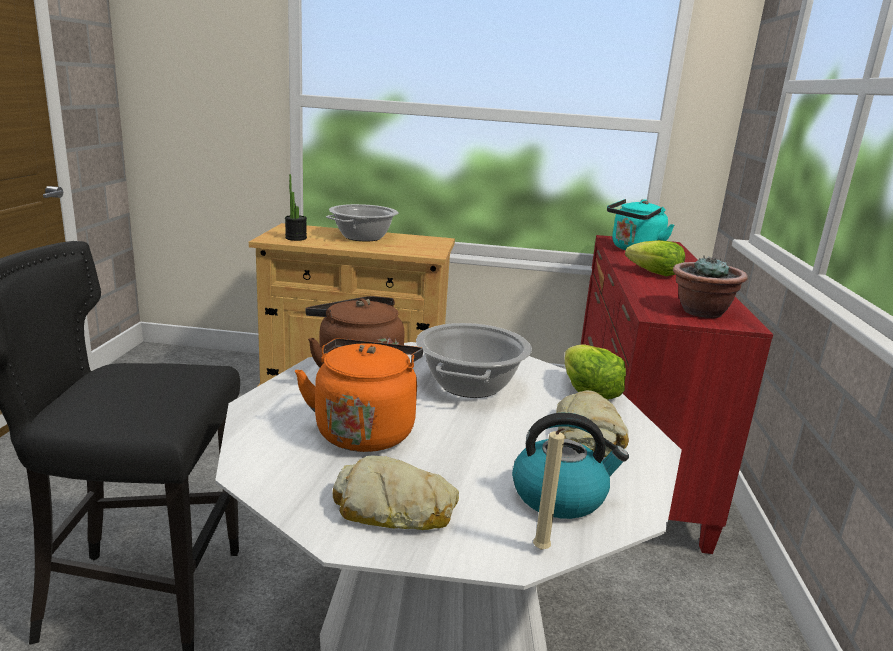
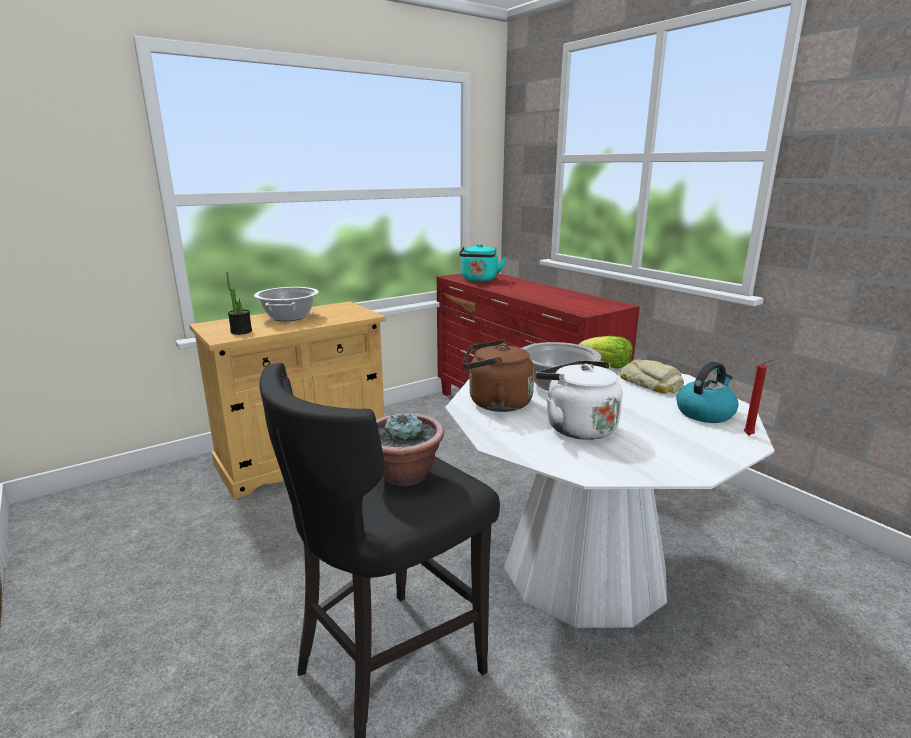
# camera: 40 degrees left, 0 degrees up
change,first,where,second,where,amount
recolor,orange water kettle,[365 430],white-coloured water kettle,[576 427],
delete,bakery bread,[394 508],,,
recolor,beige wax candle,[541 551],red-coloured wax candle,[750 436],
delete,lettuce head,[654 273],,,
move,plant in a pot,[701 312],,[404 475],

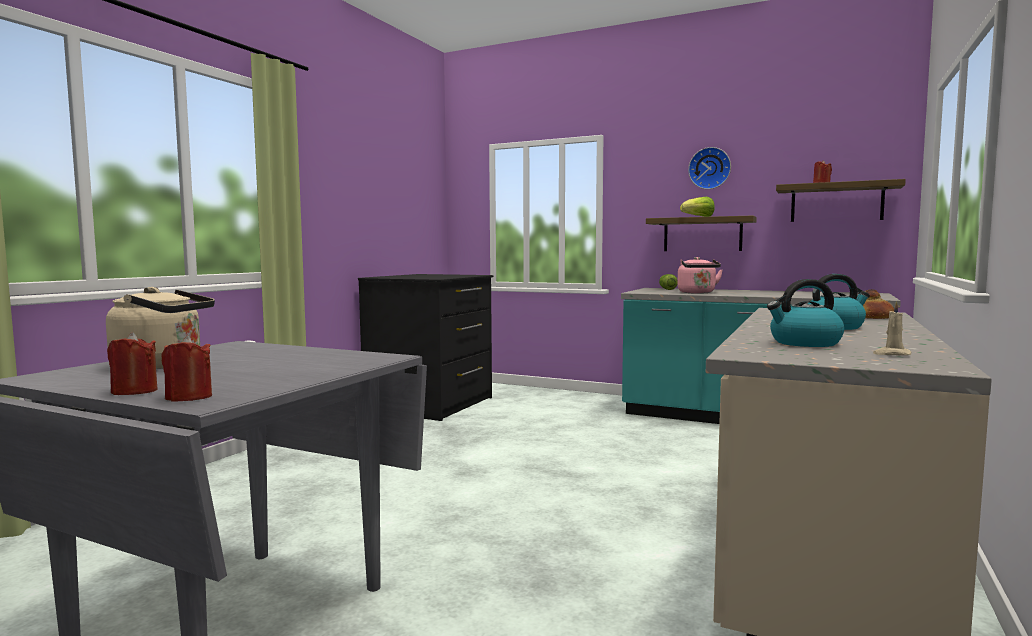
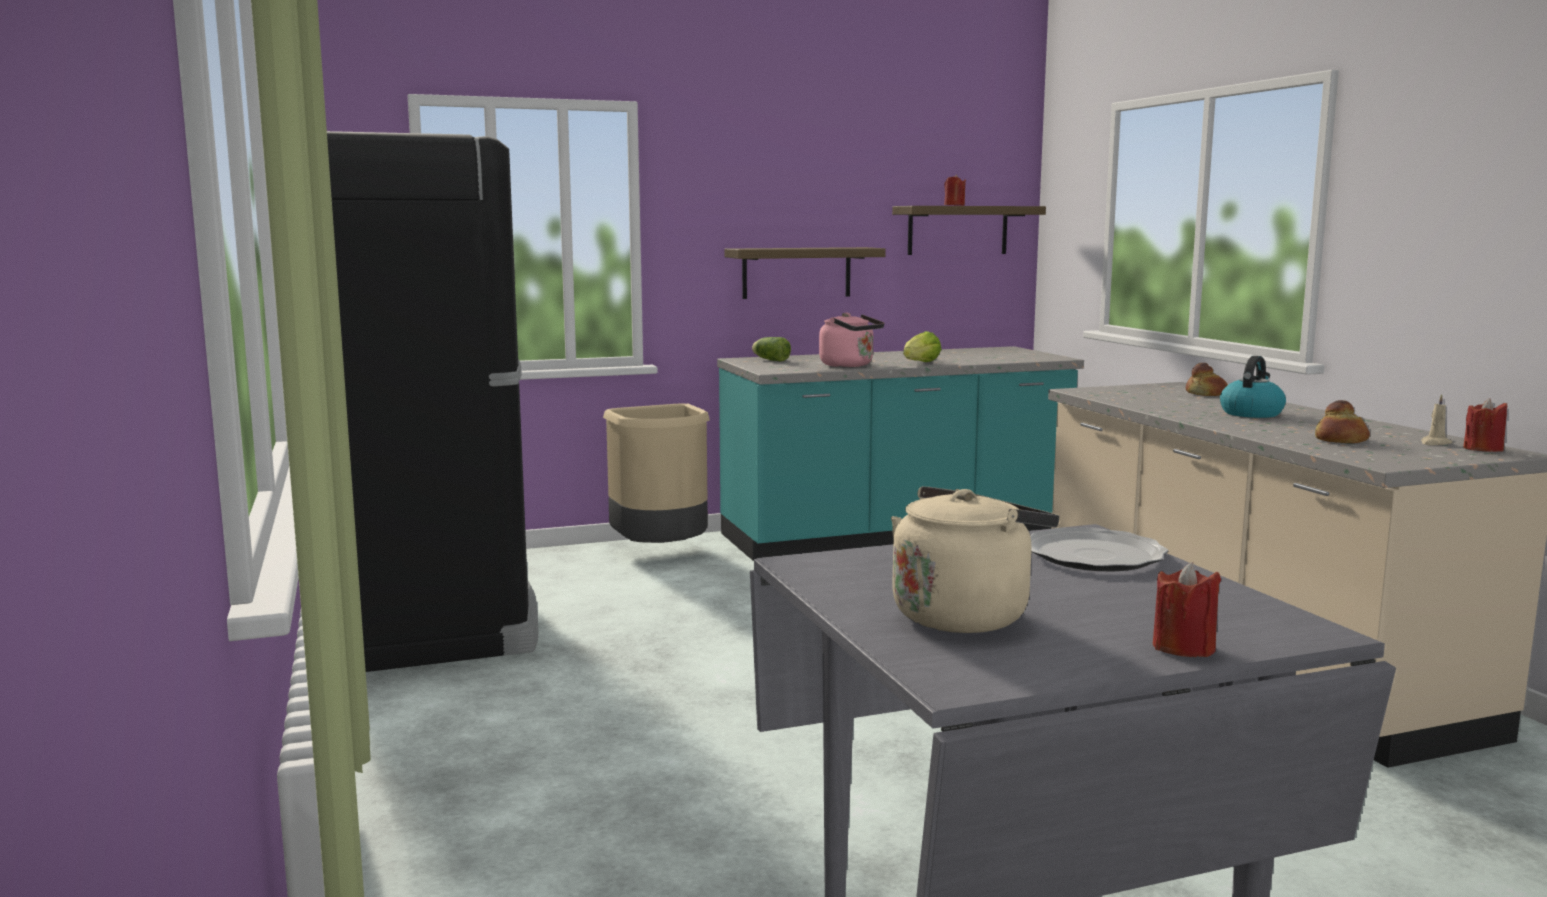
# camera: 45 degrees left, 5 degrees up
change,first,where,second,where,amount
move,red-coloured wax candle,[189 397],,[1483 449],
replace,blackish dresser,[431 404],blackish refrigerator,[436 619],
move,lettuce head,[698 217],,[921 363],
delete,wall clock,[710 168],,,
replace,water kettle,[804 343],bakery bread,[1341 440],
insert,,,beige rubbish bin,[661 554],
insert,,,flat dish,[1094 555],

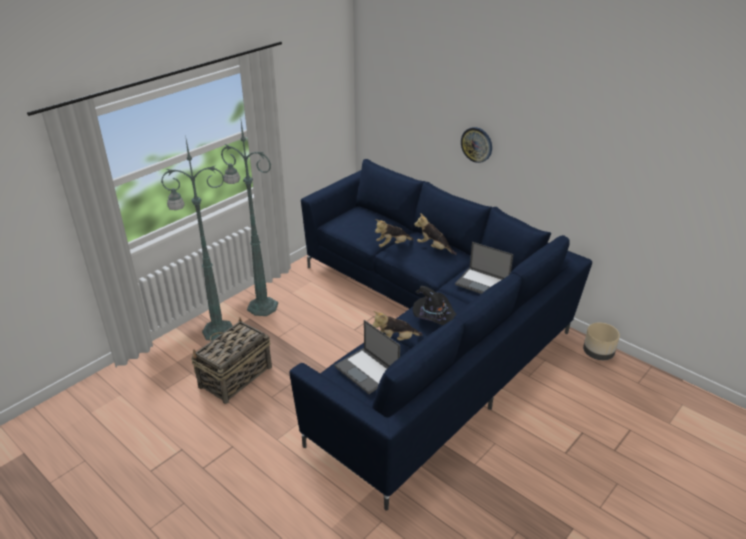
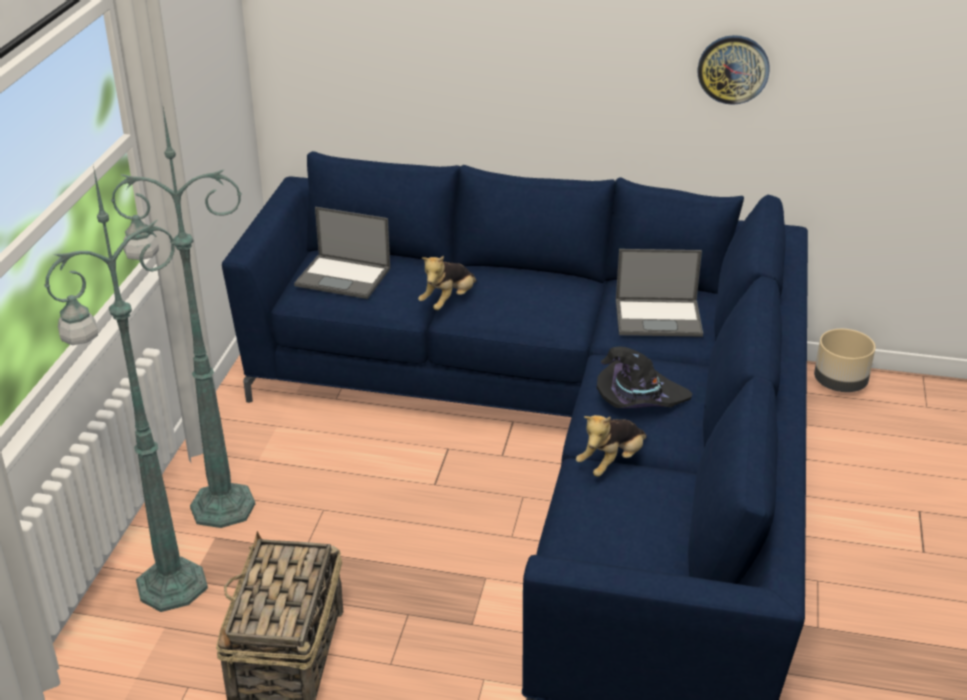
# camera: 30 degrees left, 0 degrees up
change,first,where,second,where,amount
move,portable computer,[367 371],,[344 277],
delete,soft toy,[434 248],,,
move,wall clock,[477 144],,[733 69],

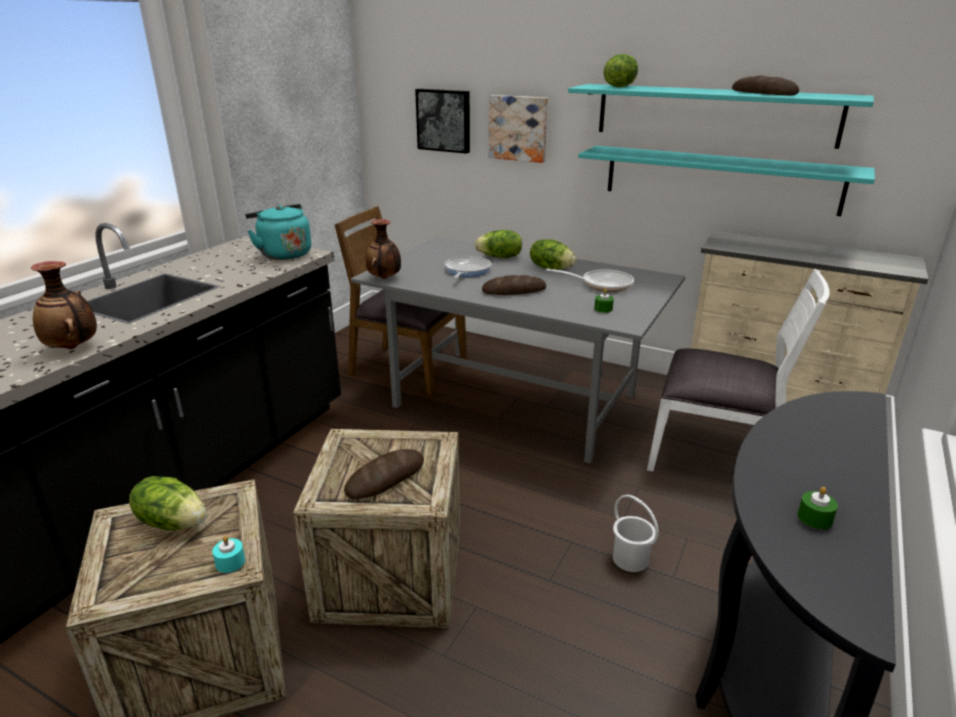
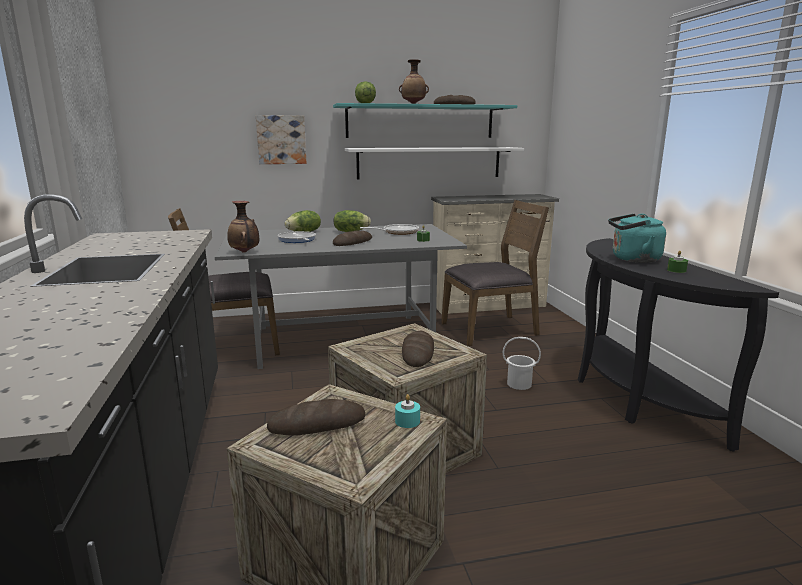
# camera: 40 degrees left, 10 degrees down
change,first,where,second,where,amount
move,decorative vase,[73 348],,[413 104],
replace,lettuce head,[173 522],bakery bread,[317 424],
move,turquoise water kettle,[283 254],,[632 259],
delete,picture,[444 120],,,
recolor,turquoise bracket shelf,[720 179],white-coloured bracket shelf,[429 162],
recolor,white-coloured plain chair,[715 456],brown-coloured plain chair,[490 329],

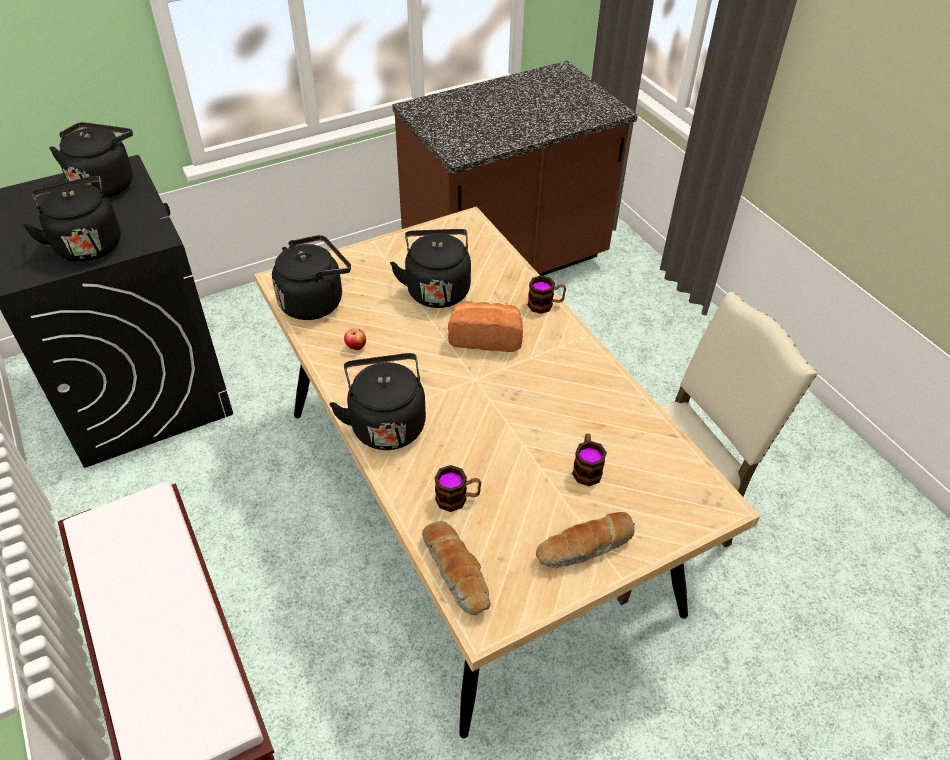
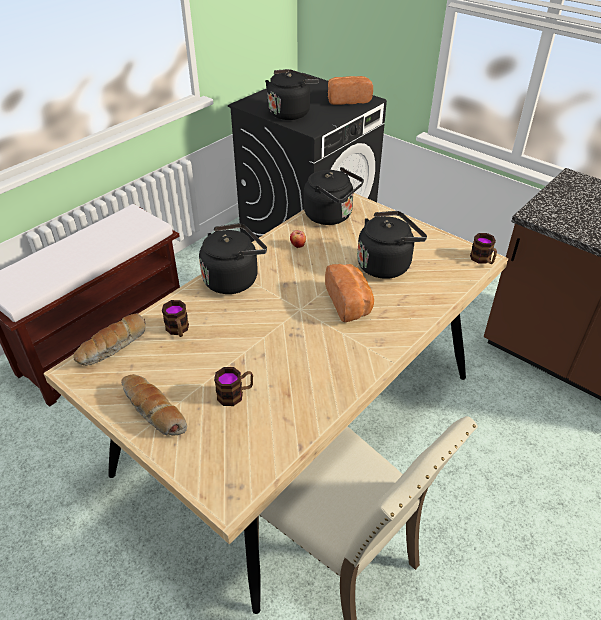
# camera: 70 degrees right, 5 degrees down
change,first,where,second,where,amount
replace,blackish water kettle,[105 184],bakery bread,[348 100],
move,mug,[545 305],,[483 260],

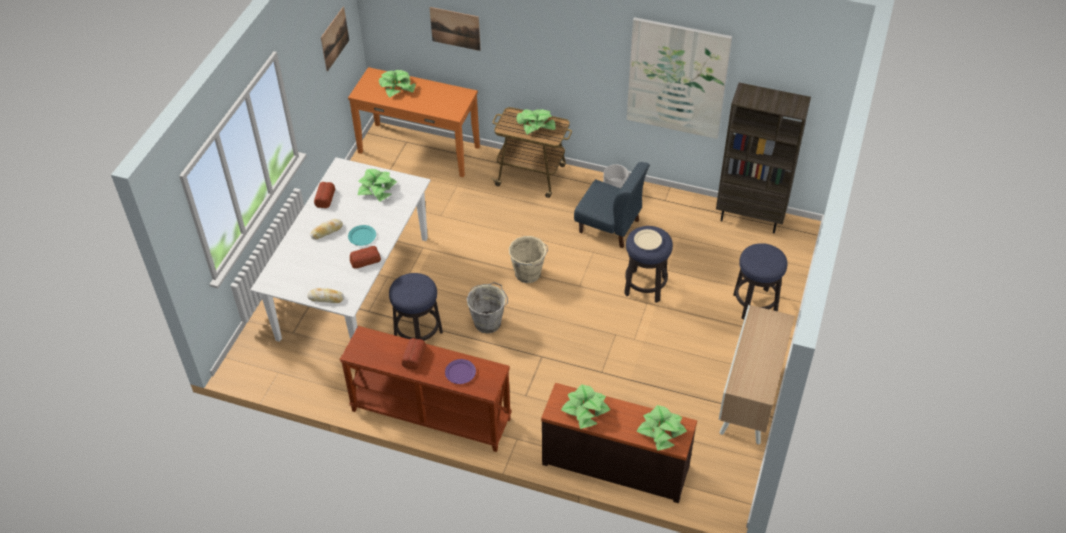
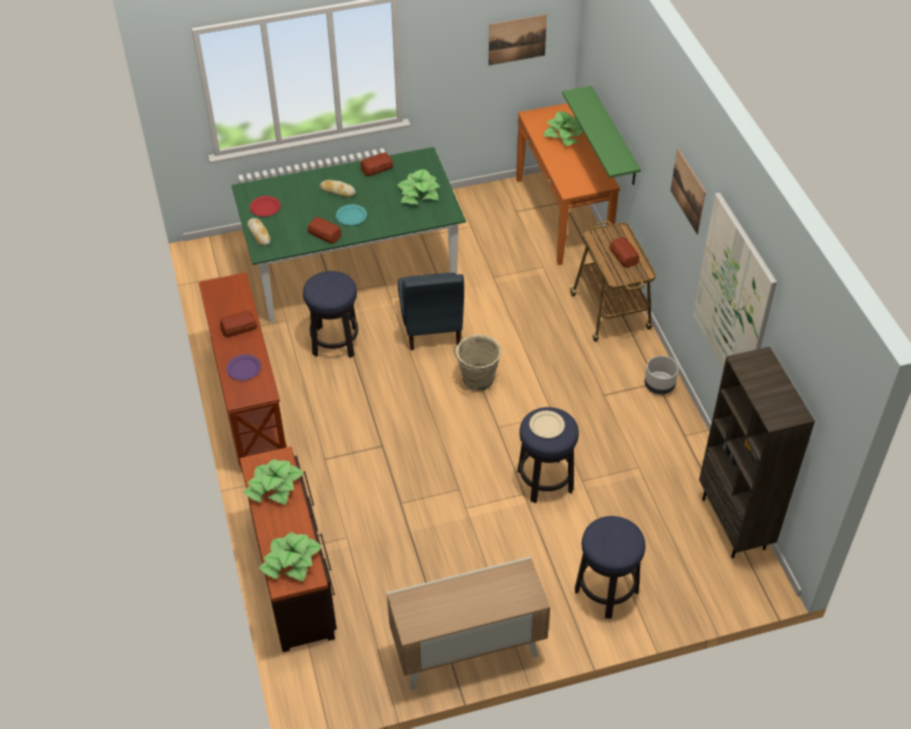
# camera: 55 degrees right, 0 degrees up
change,first,where,second,where,amount
recolor,white-coloured dining table,[354 287],green-coloured dining table,[353 269],
move,picture,[455 28],,[688 191],
delete,gray water bucket,[488 322],,,
replace,plant in a pot,[535 124],bakery bread,[624 255],
move,blue plain chair,[609 226],,[431 327],
insert,,,red-coloured flat dish,[265 207],
insert,,,green-coloured bracket shelf,[614 137],

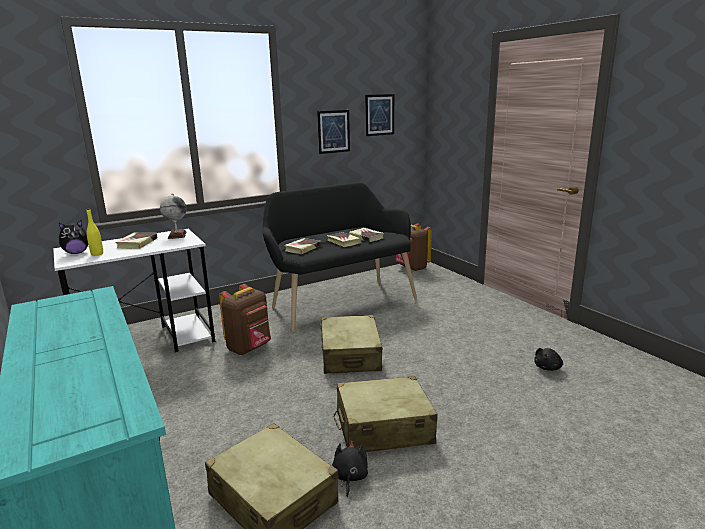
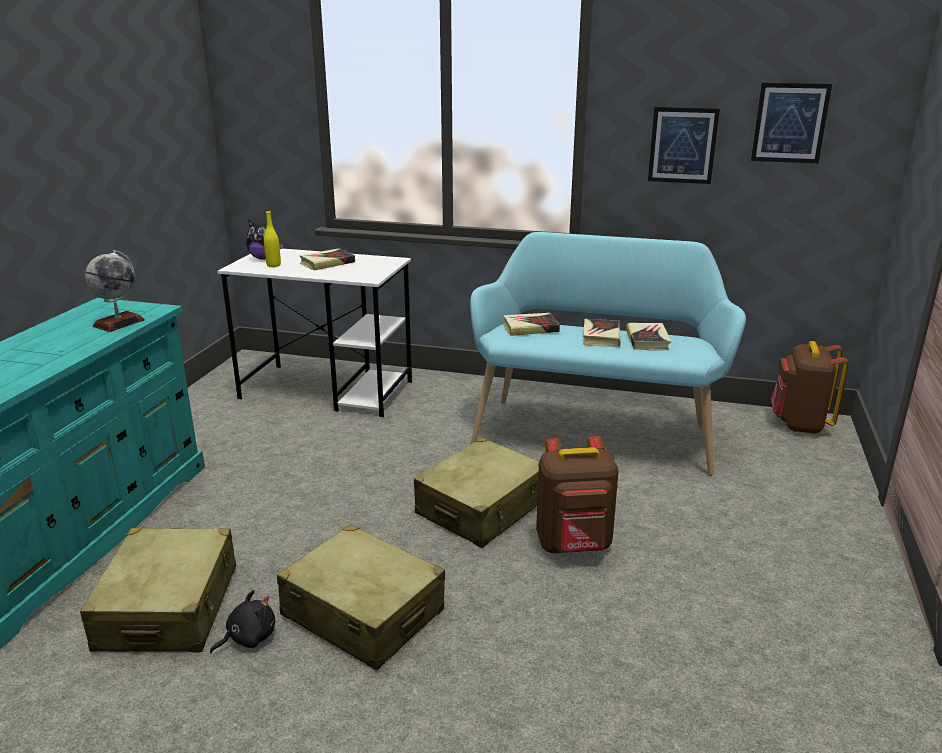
# camera: 45 degrees right, 5 degrees up
change,first,where,second,where,amount
move,globe,[177 235],,[119 323],
move,brown-coloured backpack,[249 348],,[574 546],
recolor,blackish bench,[340 302],turquoise bench,[595 431],
delete,blackish soft toy,[548 367],,,

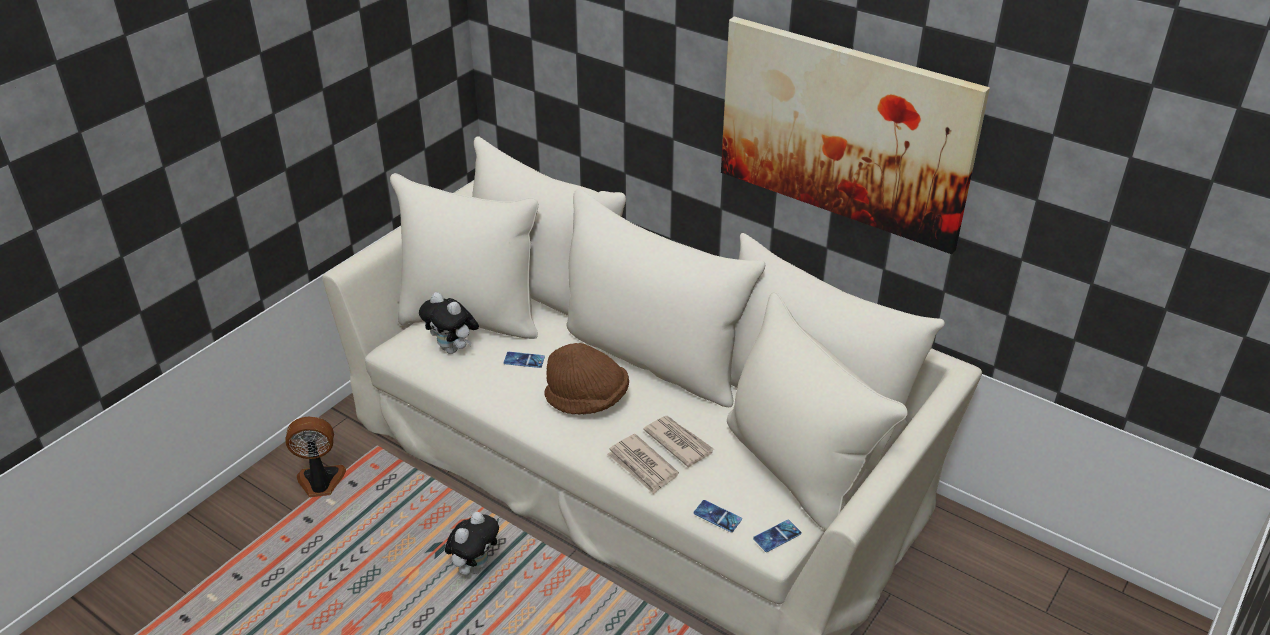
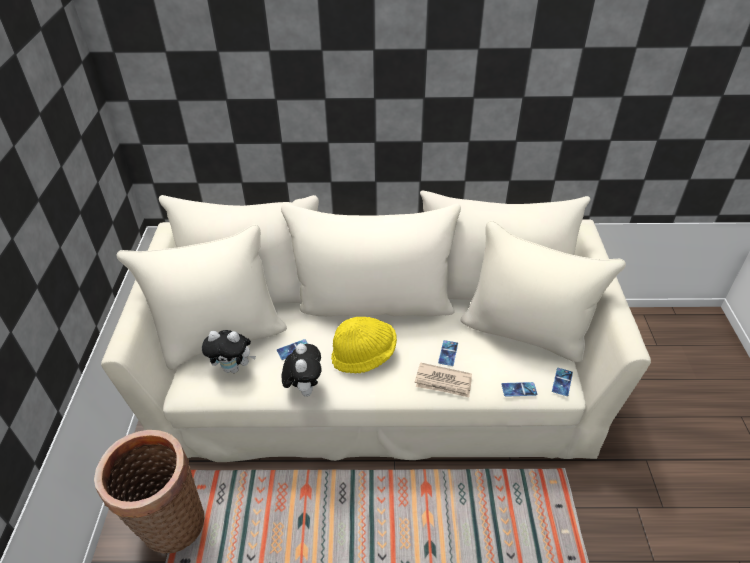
# camera: 35 degrees left, 5 degrees up
change,first,where,second,where,amount
replace,electric fan,[321 482],storage basket,[168 525],
move,soft toy,[475 565],,[304 387],
recolor,brown-coloured hat,[587 400],yellow hat,[364 355],
replace,daily paper,[678 442],handset,[448 353],
delete,picture,[844 132],,,

